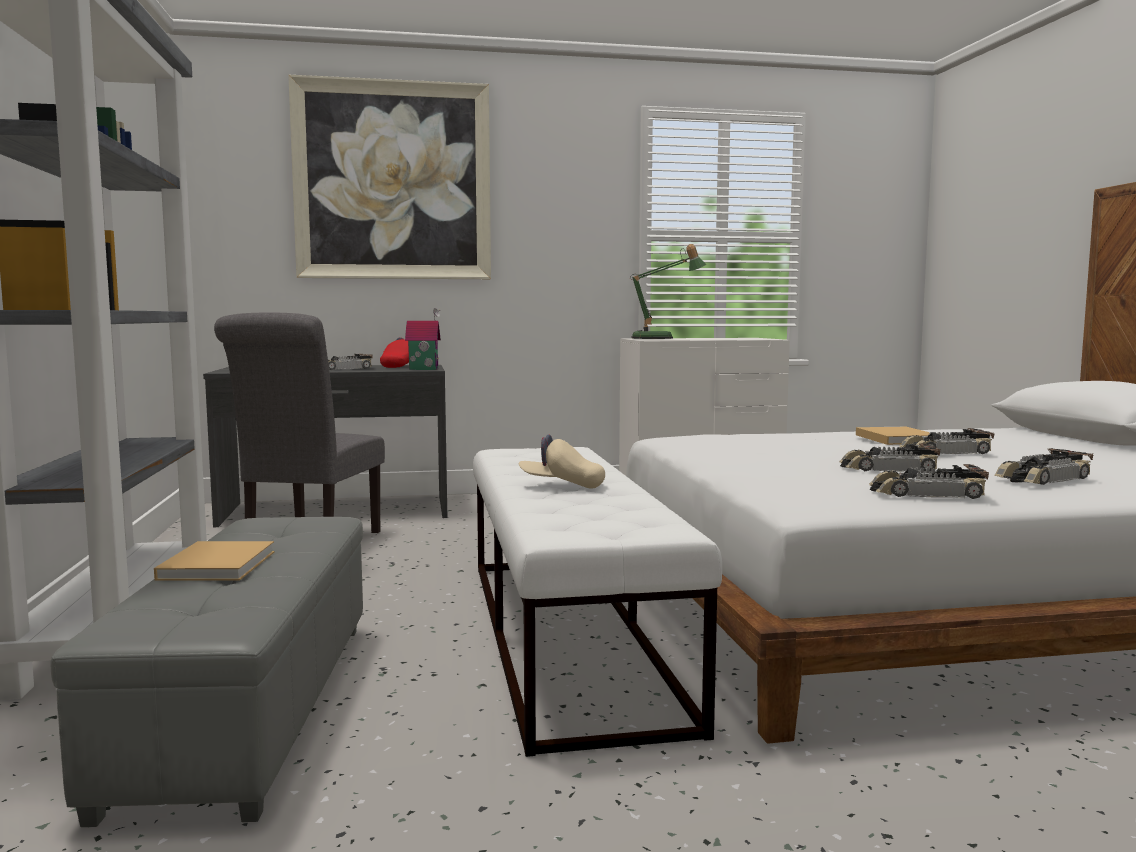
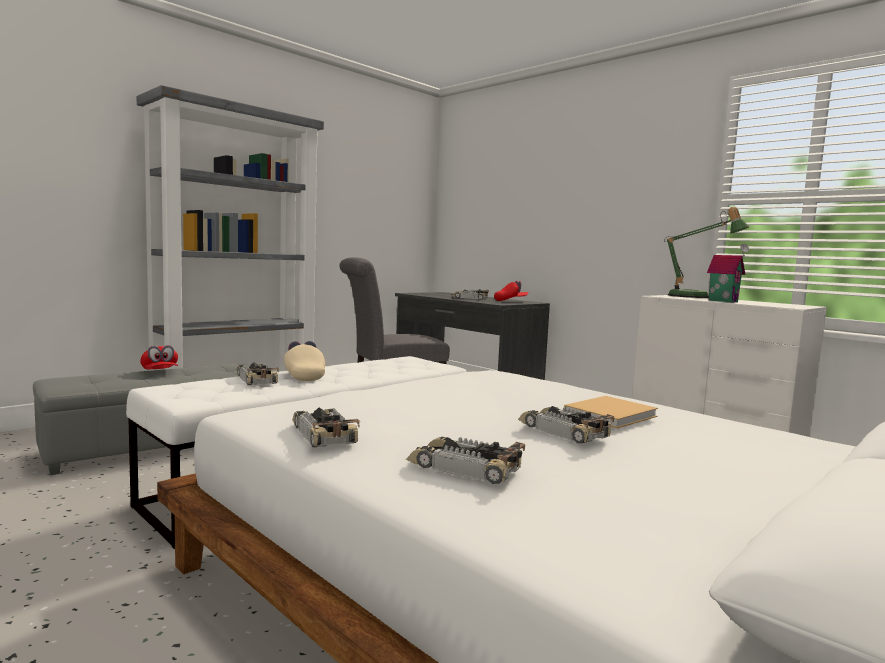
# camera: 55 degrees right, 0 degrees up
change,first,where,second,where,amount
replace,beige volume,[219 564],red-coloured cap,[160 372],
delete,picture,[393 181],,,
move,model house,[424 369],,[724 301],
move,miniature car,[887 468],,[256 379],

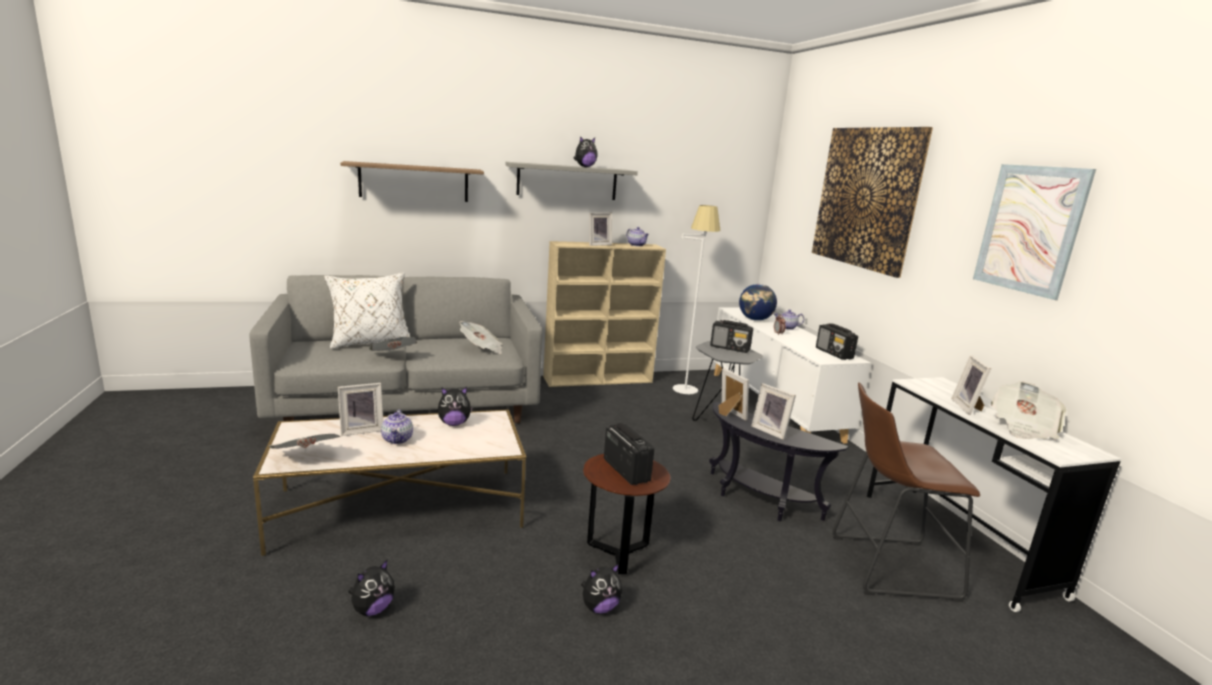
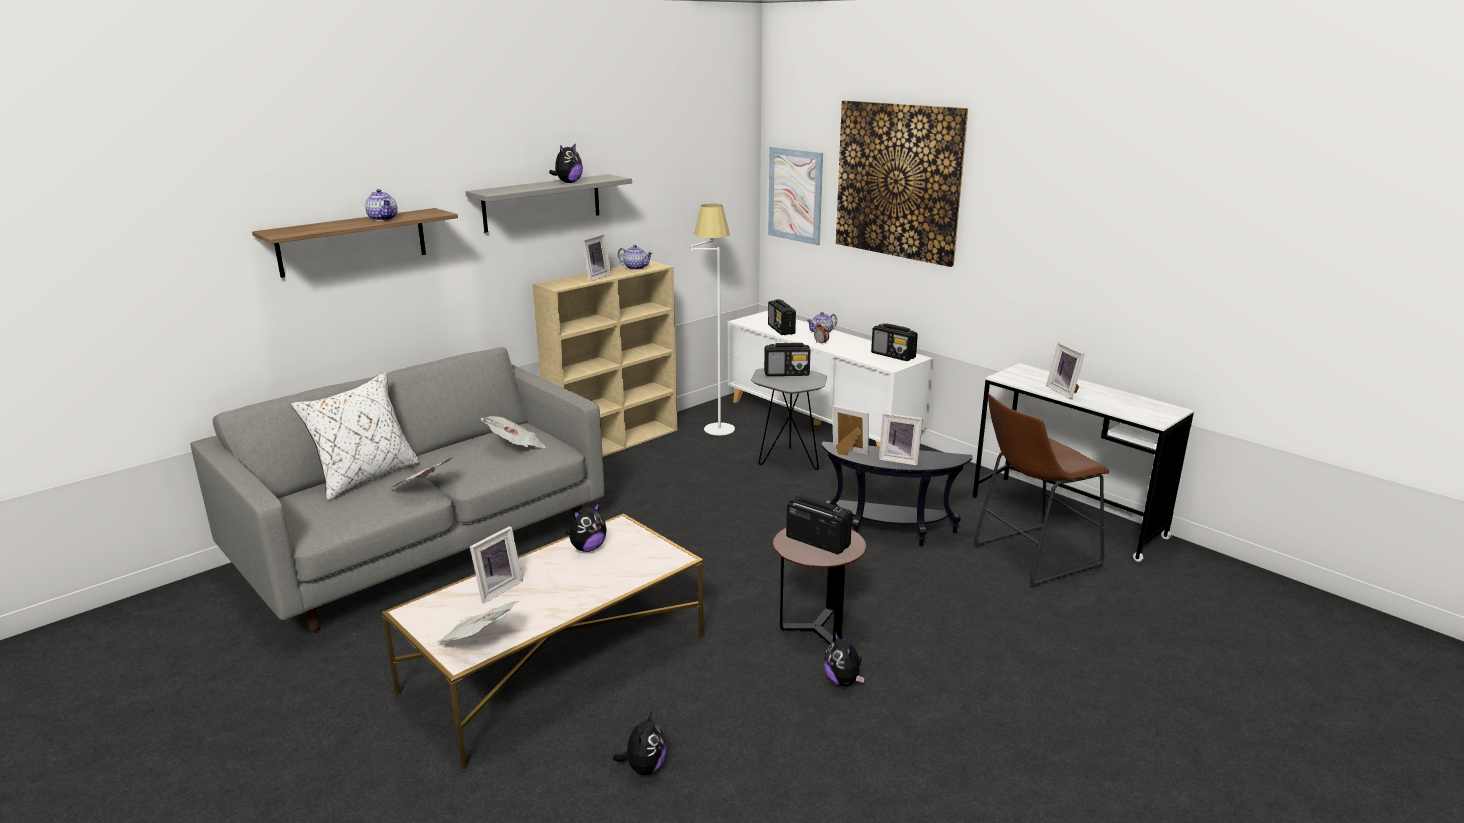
# camera: 25 degrees left, 5 degrees up
change,first,where,second,where,amount
move,tea pot,[398 439],,[383 219],
rotate,soft toy,[599 607],,[843 681],120 degrees clockwise
replace,globe,[755 320],radio,[781 330],
move,picture,[1029 229],,[795 195],
delete,daily paper,[1022 428],,,

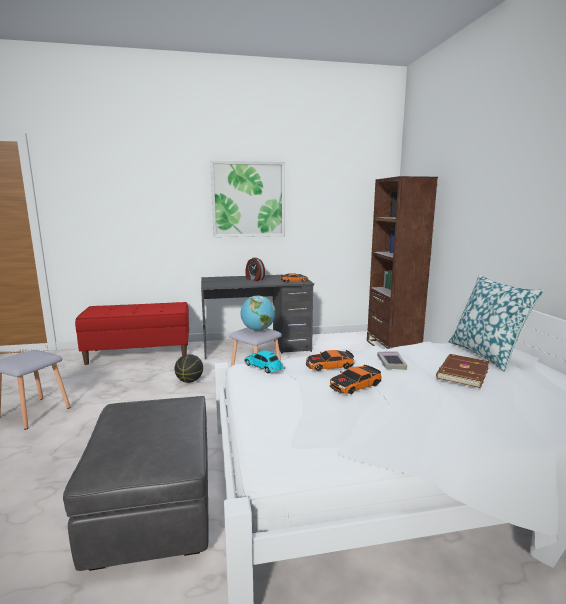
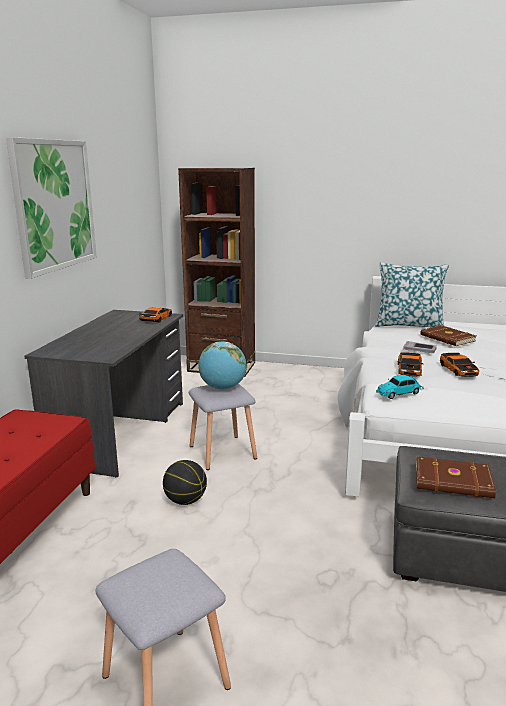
# camera: 65 degrees left, 5 degrees up
change,first,where,second,where,amount
delete,alarm clock,[254 279],,,
insert,,,brown-coloured volume,[453 482],

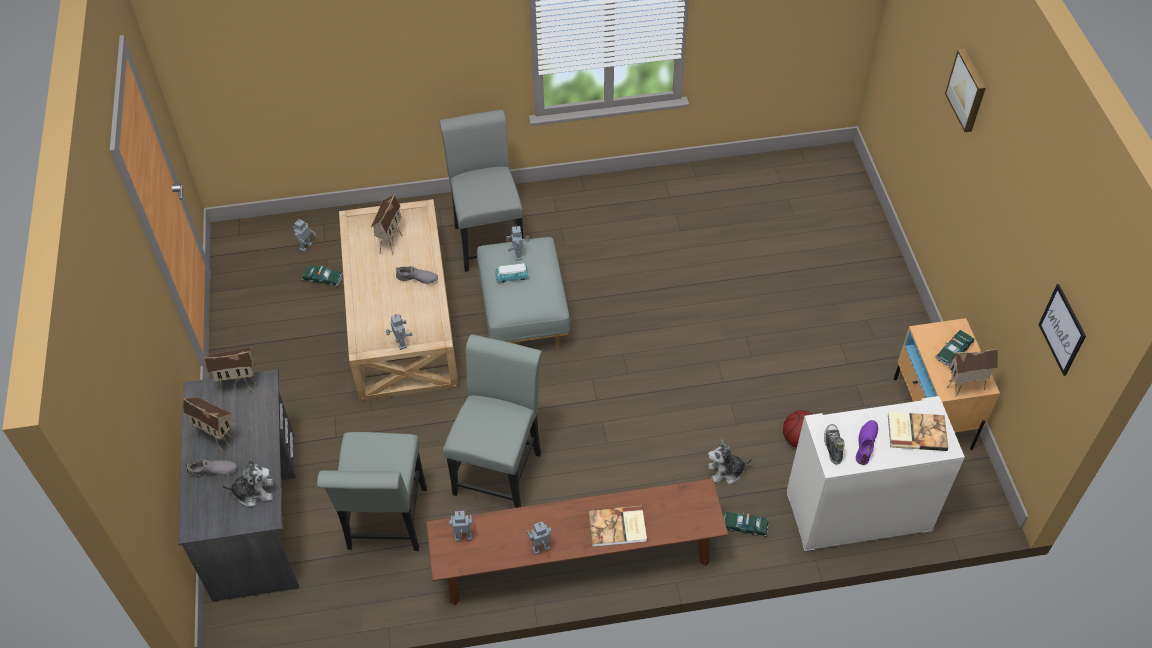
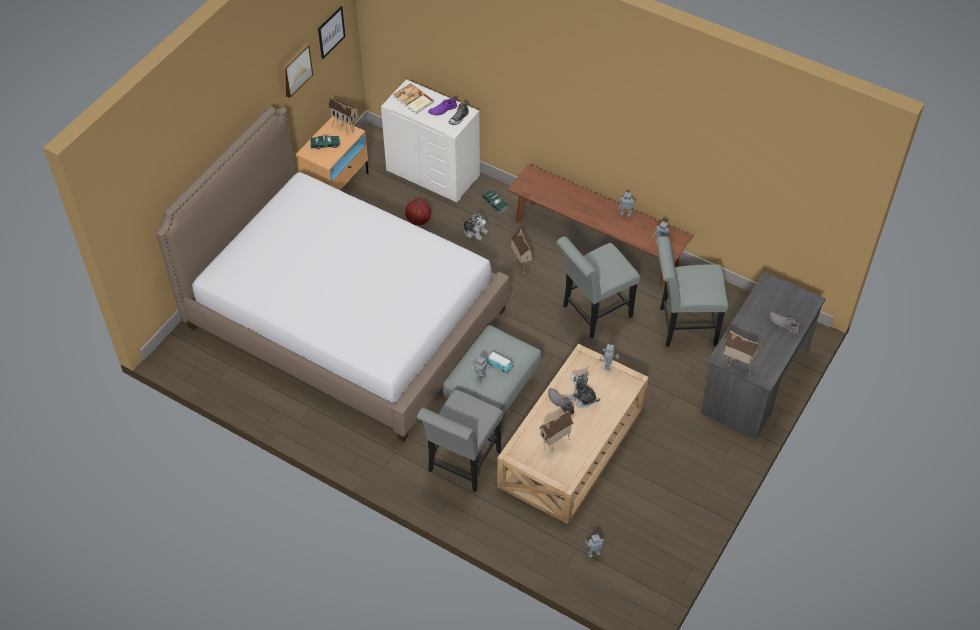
# camera: 140 degrees left, 0 degrees up
change,first,where,second,where,amount
move,model house,[218 438],,[521 264],
move,soft toy,[254 492],,[582 398],
delete,miniature car,[323 279],,,
rotate,gray plain chair,[386 524],,[682 326],135 degrees counterclockwise
delete,volume,[618 528],,,
move,picture,[968 90],,[295 69],
insert,,,bedroom bed,[346 318],

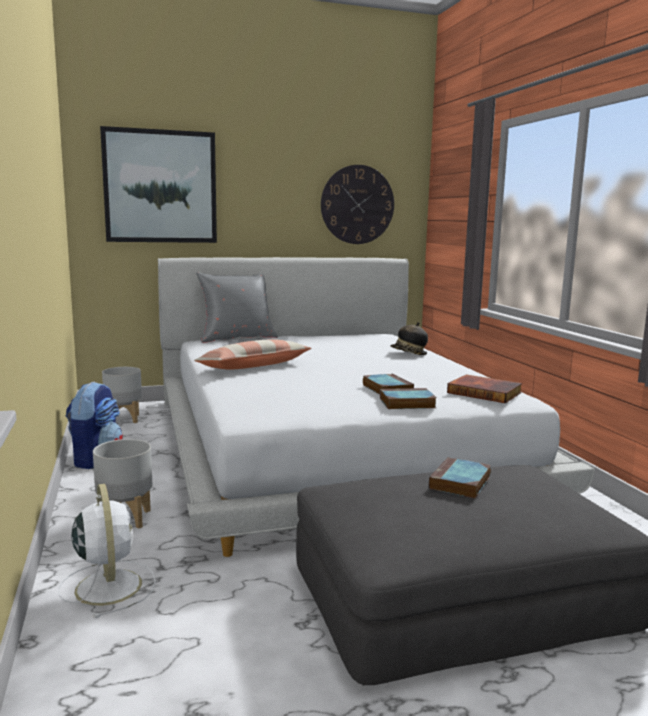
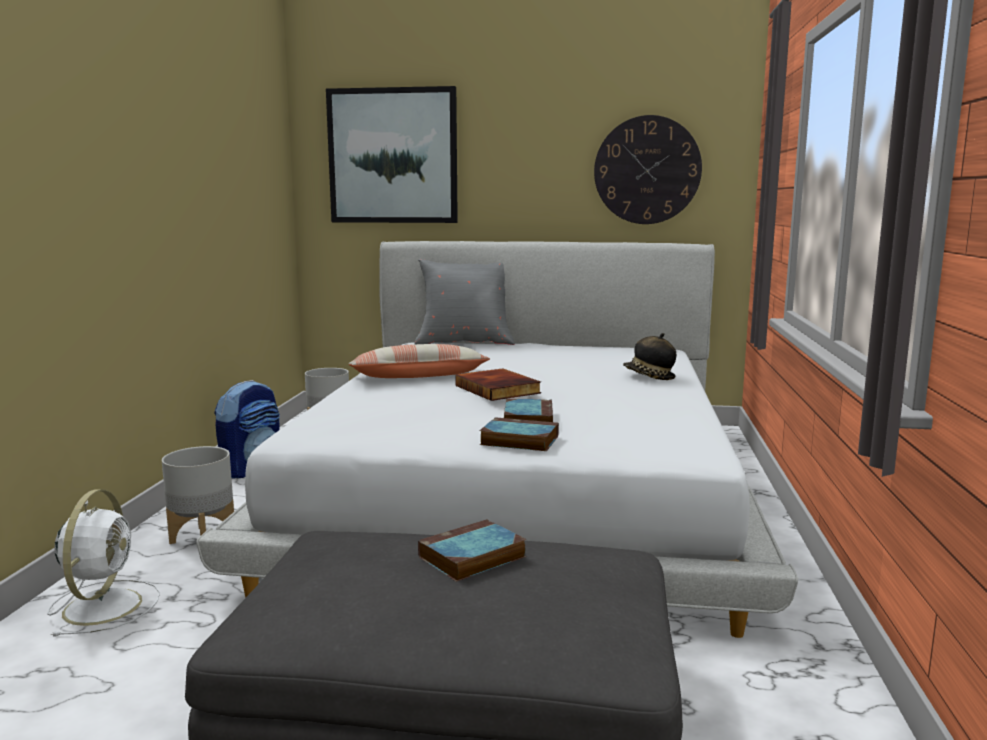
# camera: 25 degrees right, 0 degrees up
change,first,where,second,where,amount
move,volume,[485 392],,[499 389],

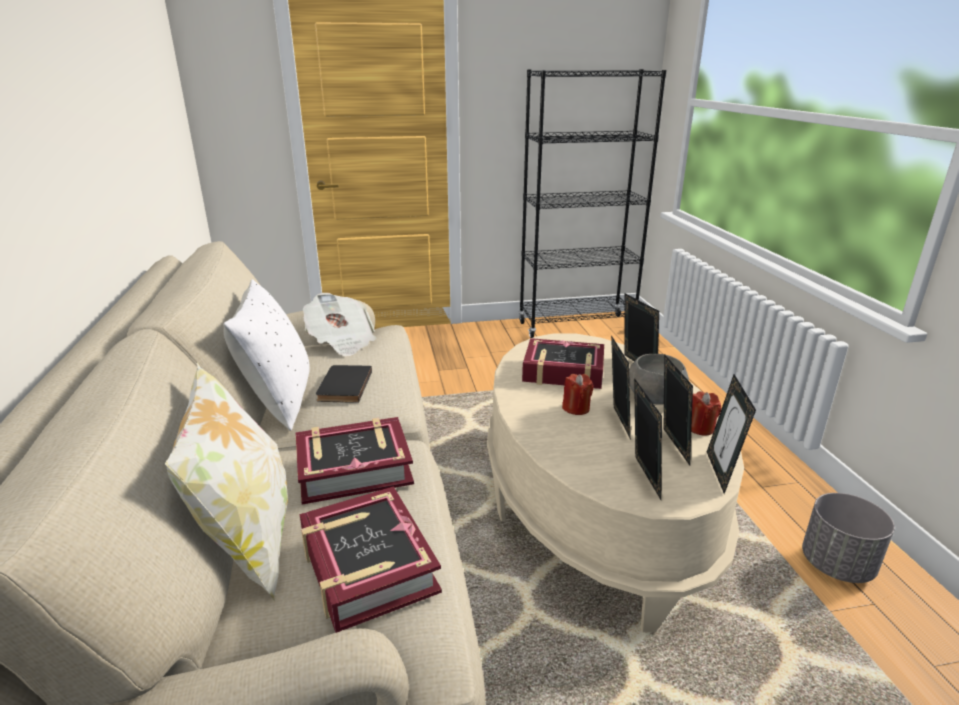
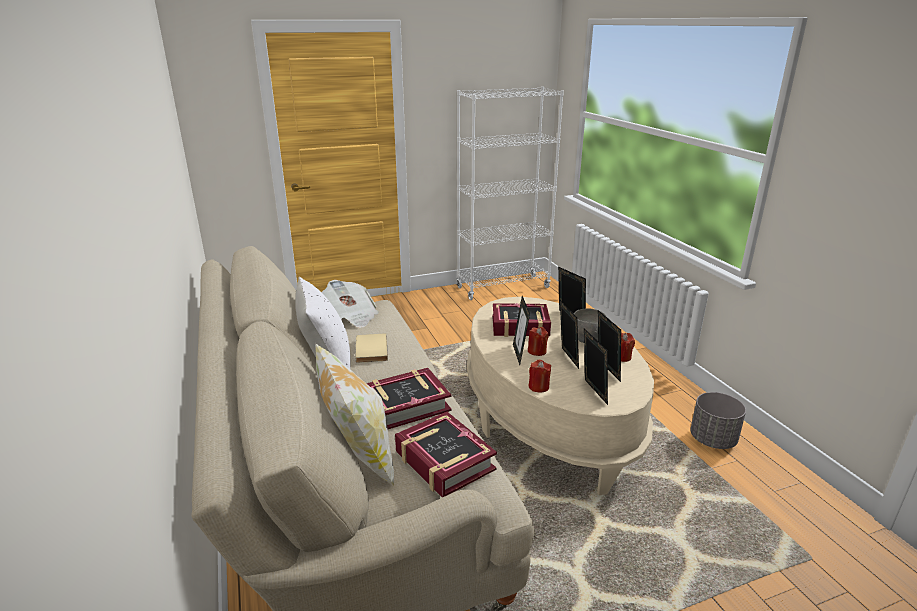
# camera: 10 degrees left, 0 degrees up
change,first,where,second,where,amount
recolor,blackish volume,[342 386],beige volume,[369 350],
recolor,blackish bookshelf,[576 326],white-coloured bookshelf,[503 287],
move,photo frame,[720 472],,[519 354],
insert,,,red-coloured wax candle,[538 387],

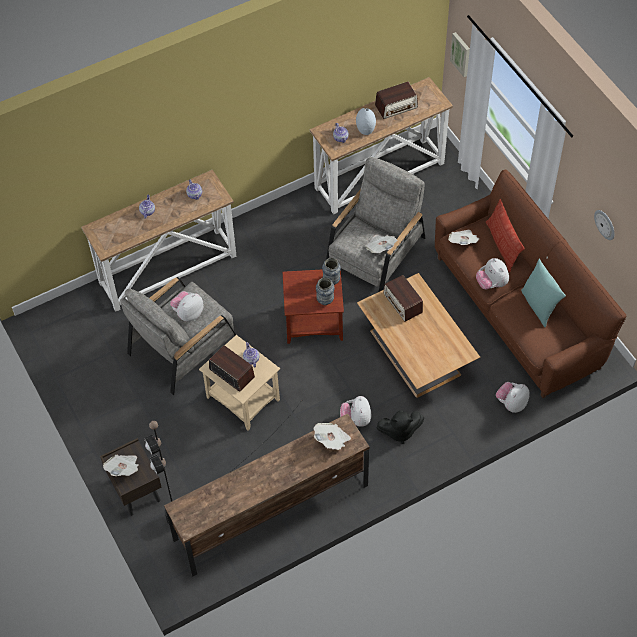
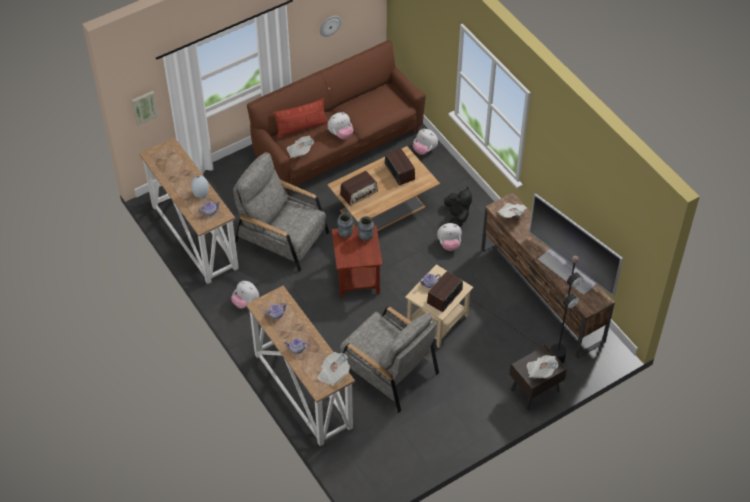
# camera: 95 degrees left, 5 degrees down
change,first,where,second,where,amount
move,soft toy,[188 313],,[246 302],
move,daily paper,[380 248],,[333 373],
move,radio,[396 106],,[399 171],
delete,turquoise throw pillow,[539 306],,,
insert,,,TV set,[567 270],

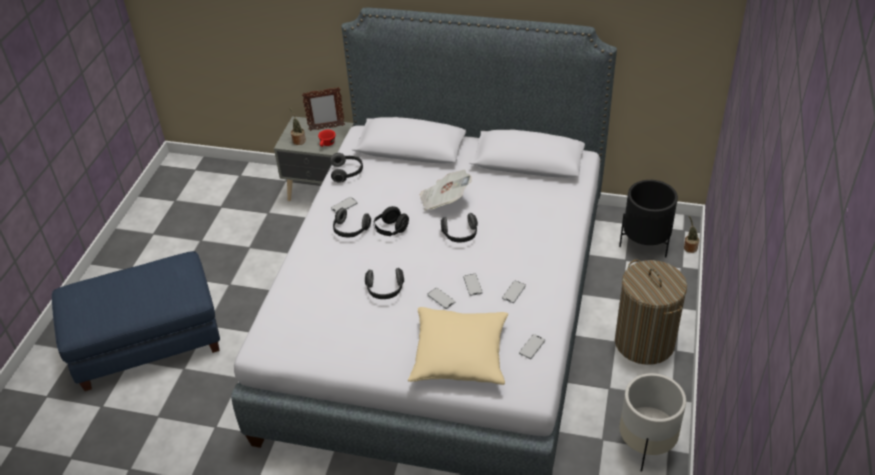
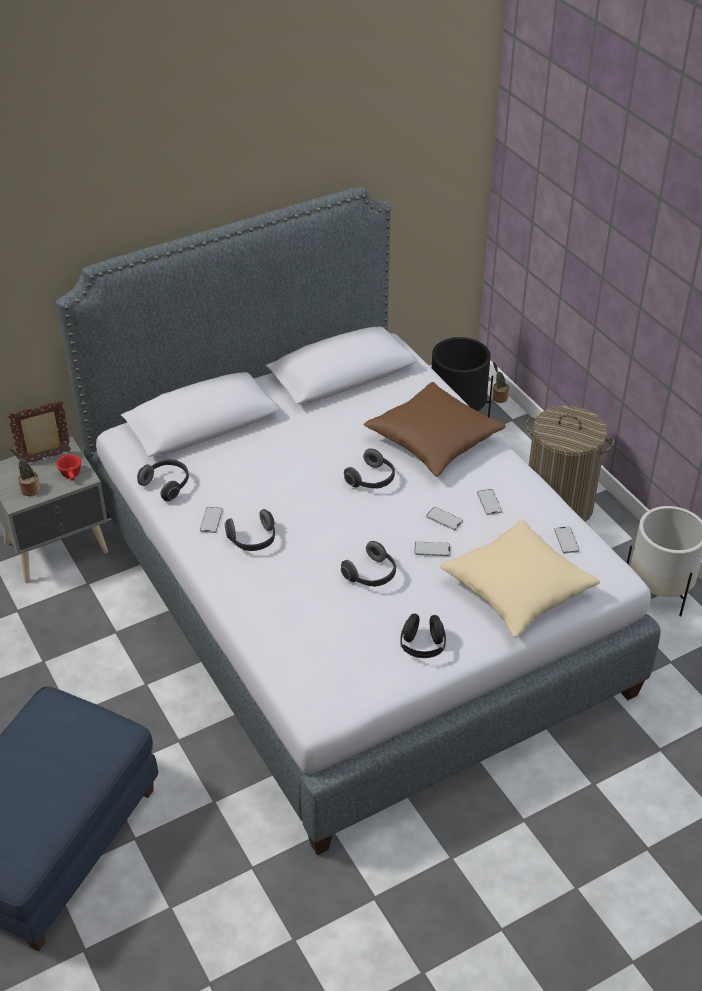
# camera: 45 degrees left, 0 degrees up
change,first,where,second,where,amount
rotate,photo frame,[326 128],,[46 458],150 degrees counterclockwise
move,blackish headphones,[391 230],,[422 646],
delete,daily paper,[444 200],,,
insert,,,brown-coloured throw pillow,[433 440],

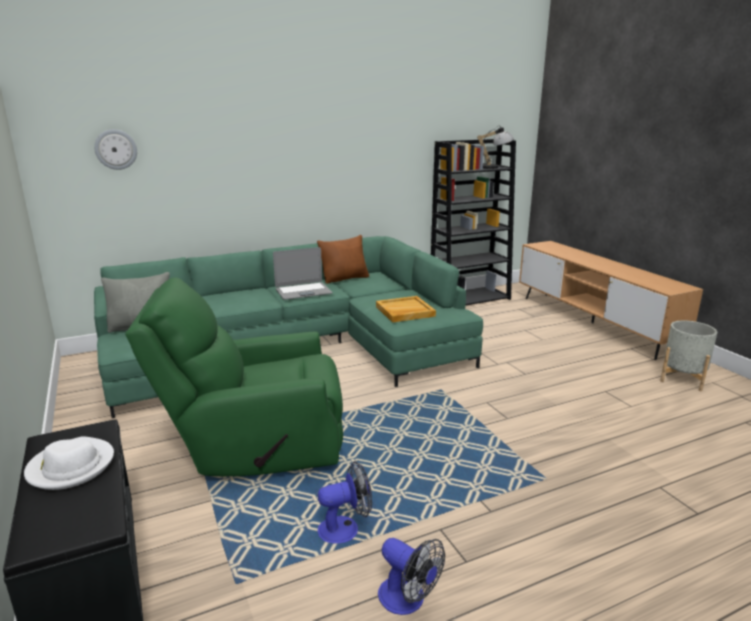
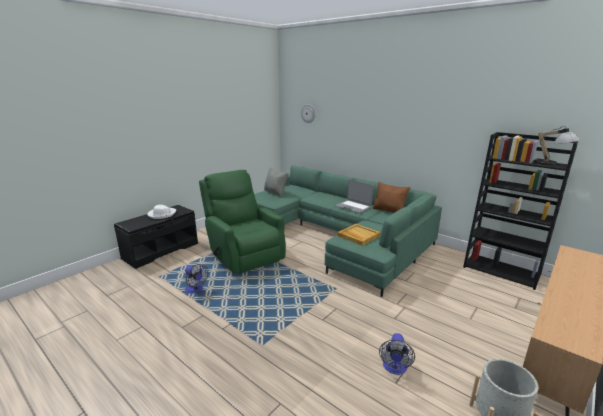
# camera: 65 degrees right, 0 degrees up
change,first,where,second,where,amount
move,electric fan,[408 600],,[394 368],

